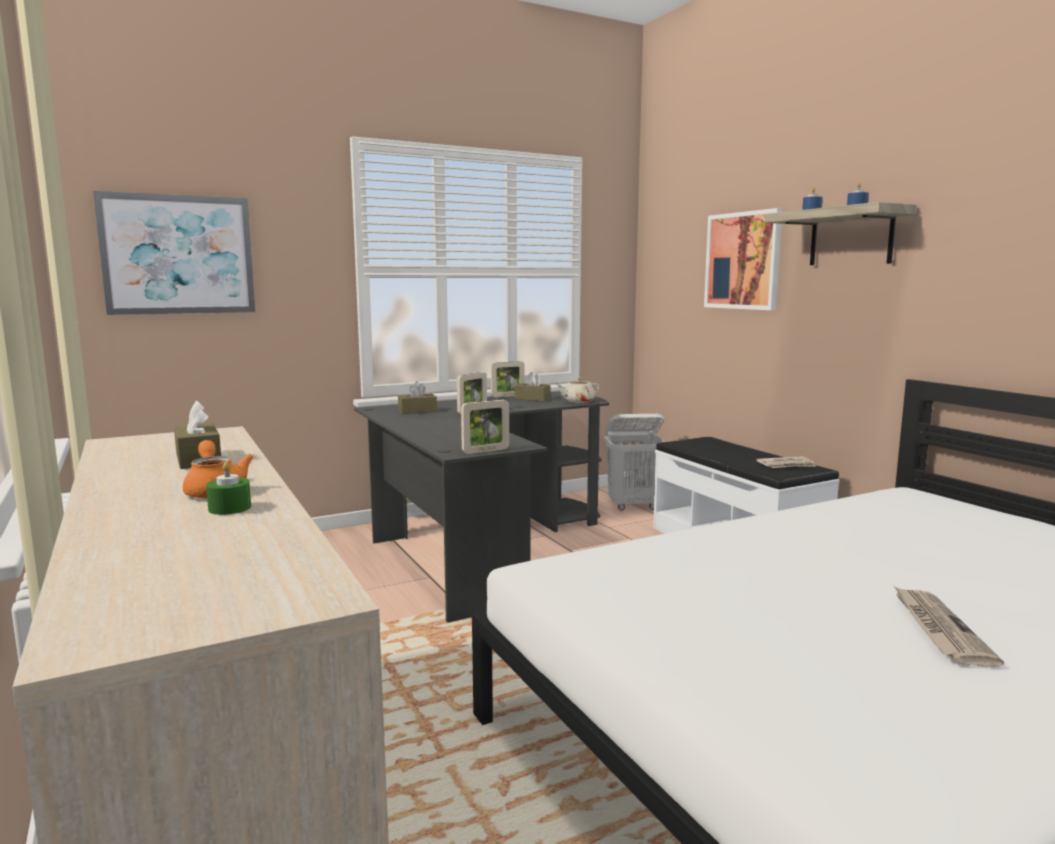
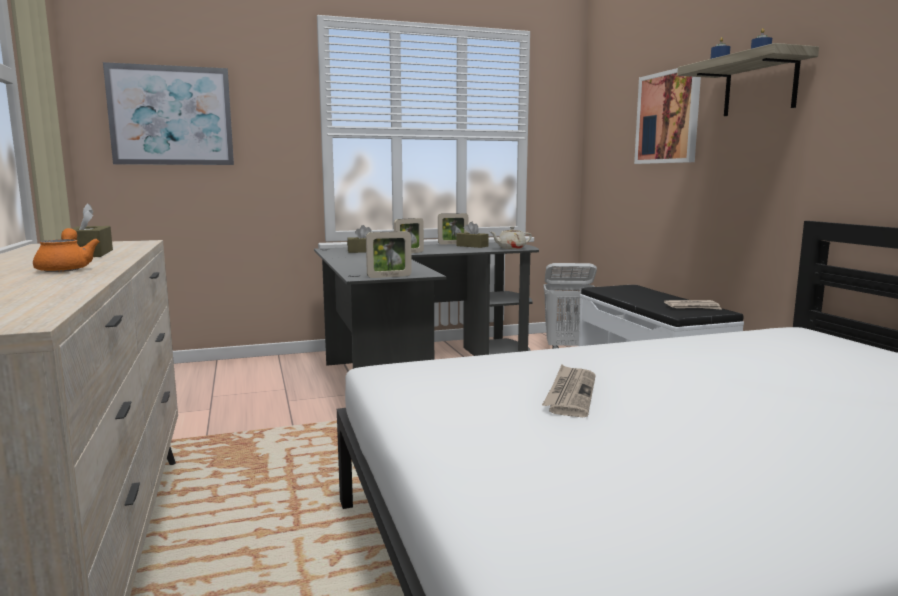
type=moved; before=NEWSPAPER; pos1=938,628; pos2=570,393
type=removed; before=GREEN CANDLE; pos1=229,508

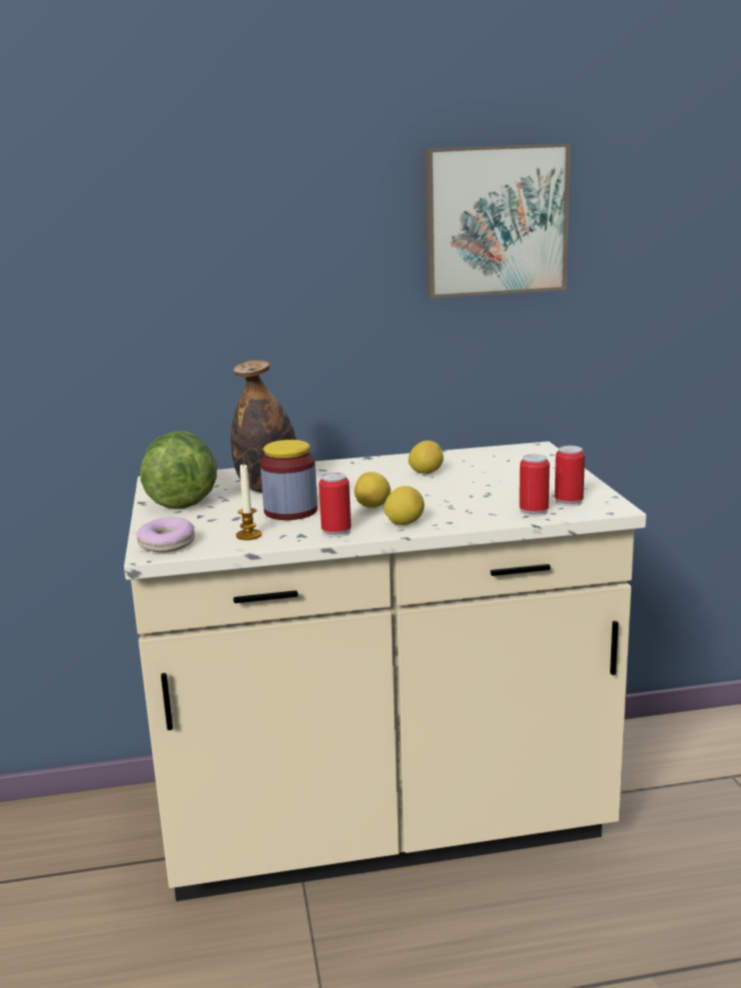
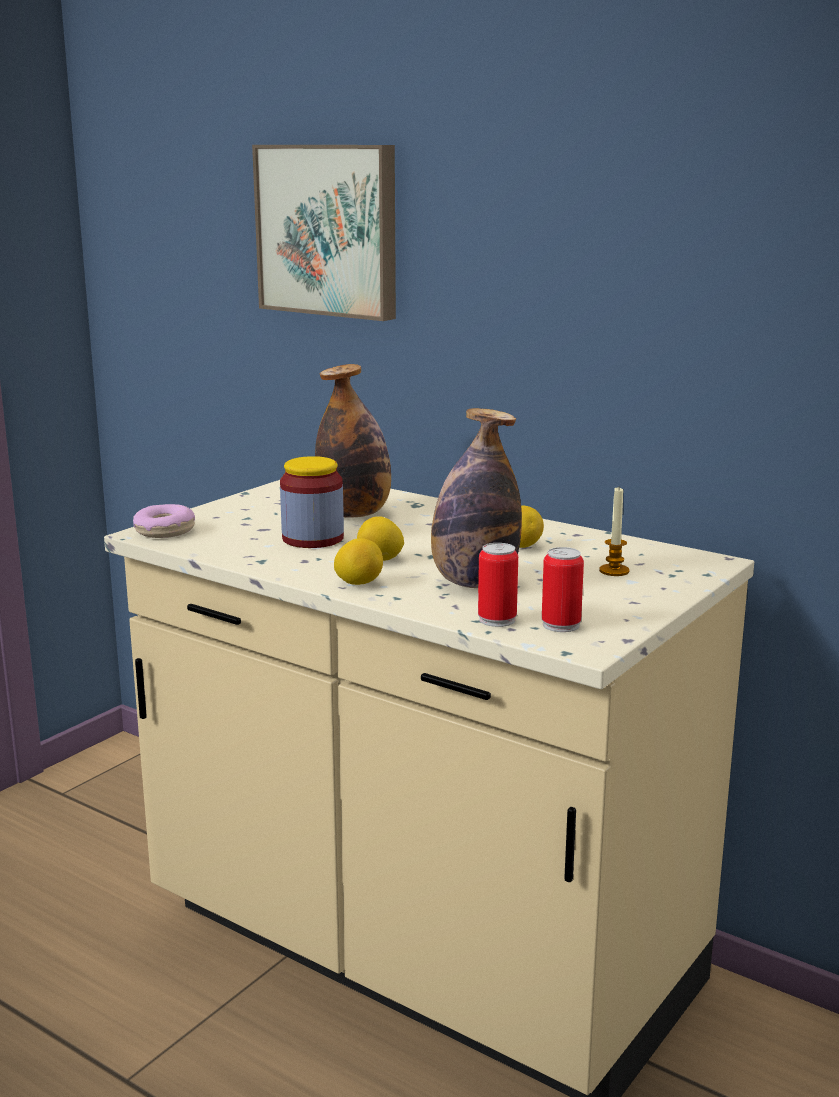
type=moved; before=PICTURE; pos1=494,220; pos2=329,230
type=added; after=BOTTLE; pos2=474,583
type=moved; before=CANDLE; pos1=249,535; pos2=614,571
type=removed; before=LETTUCE; pos1=181,499
type=removed; before=CAN; pos1=336,532

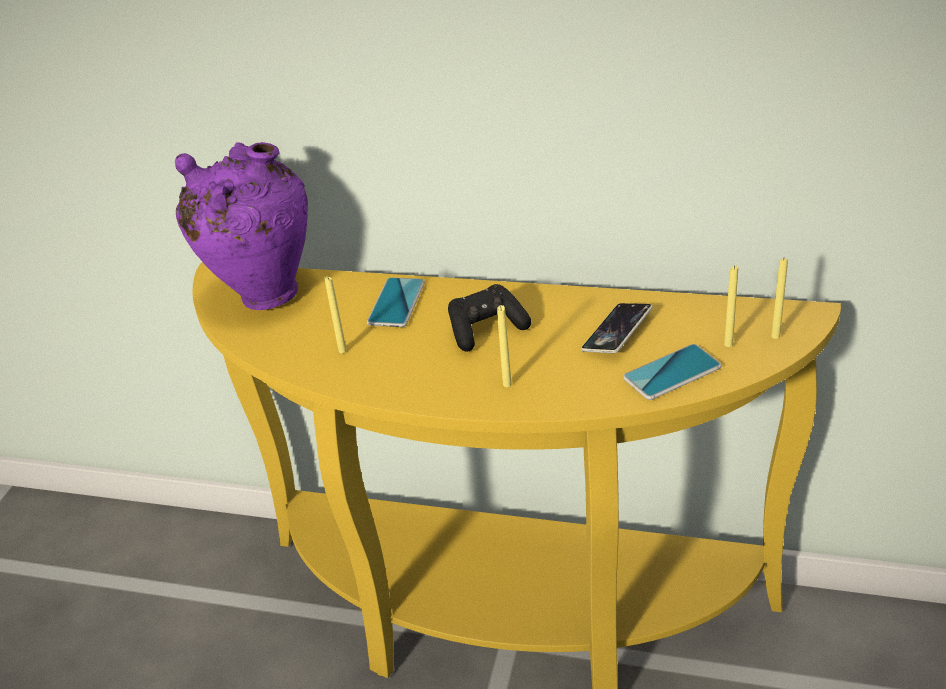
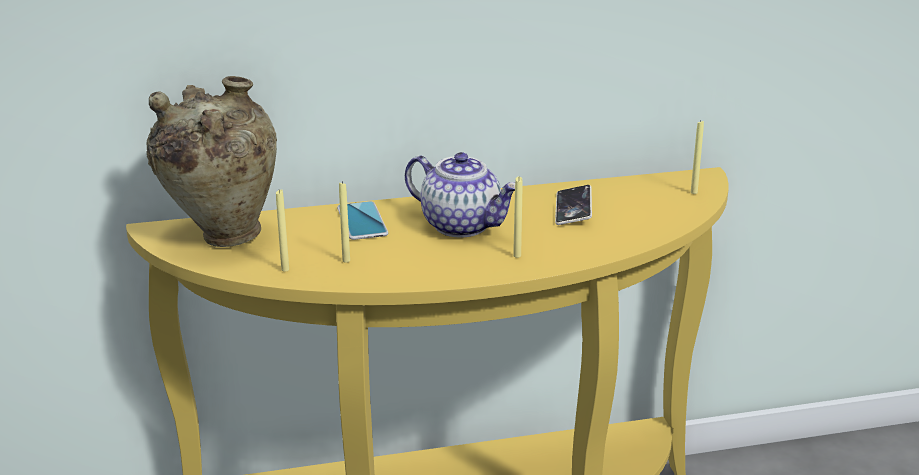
type=recoloured; before=PURPLE VASE; after=BEIGE VASE; pos1=264,294; pos2=222,235
type=moved; before=YELLOW CANDLE; pos1=728,344; pos2=285,269
type=replaced; before=BLACK GAME CONTROLLER; after=TEAPOT; pos1=486,329; pos2=462,225
type=removed; before=PHONE; pos1=672,373

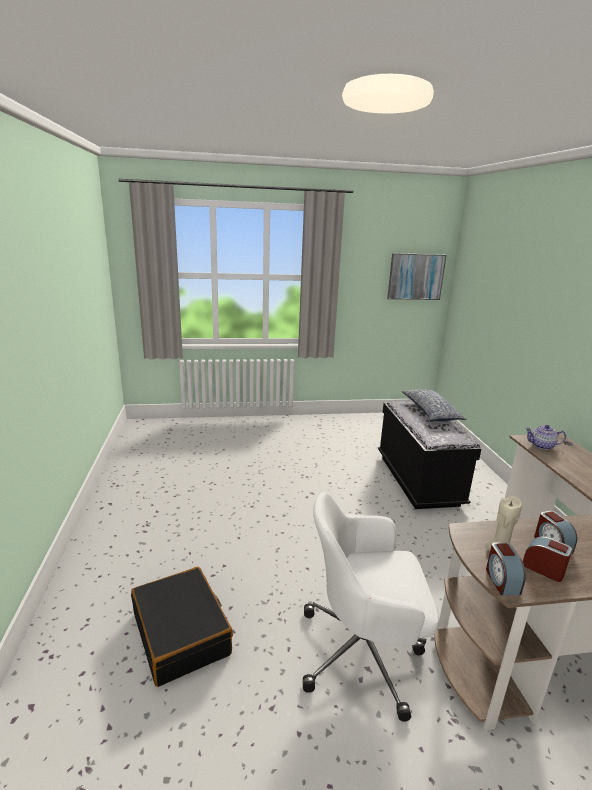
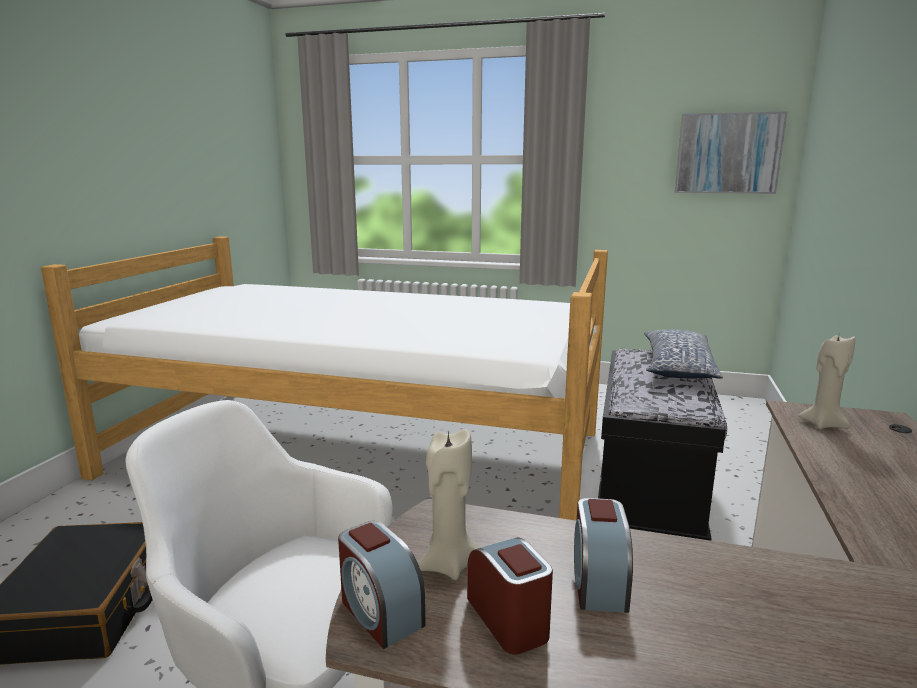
type=added; after=BED; pos2=359,452
type=turned; before=ALARM CLOCK; pos1=501,580; pos2=379,612; turn=-60
type=replaced; before=TEAPOT; after=BEIGE CANDLE; pos1=542,446; pos2=823,424

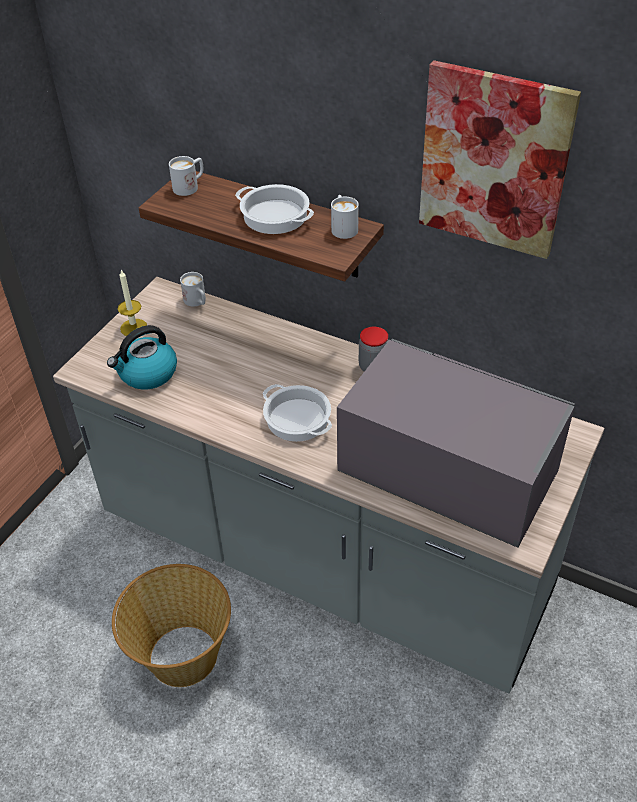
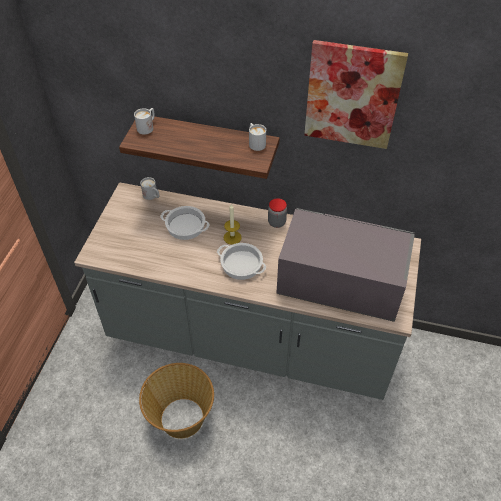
type=moved; before=COOKING POT; pos1=276,216; pos2=186,226
type=moved; before=CANDLE; pos1=133,327; pos2=232,237
type=removed; before=KETTLE; pos1=147,374

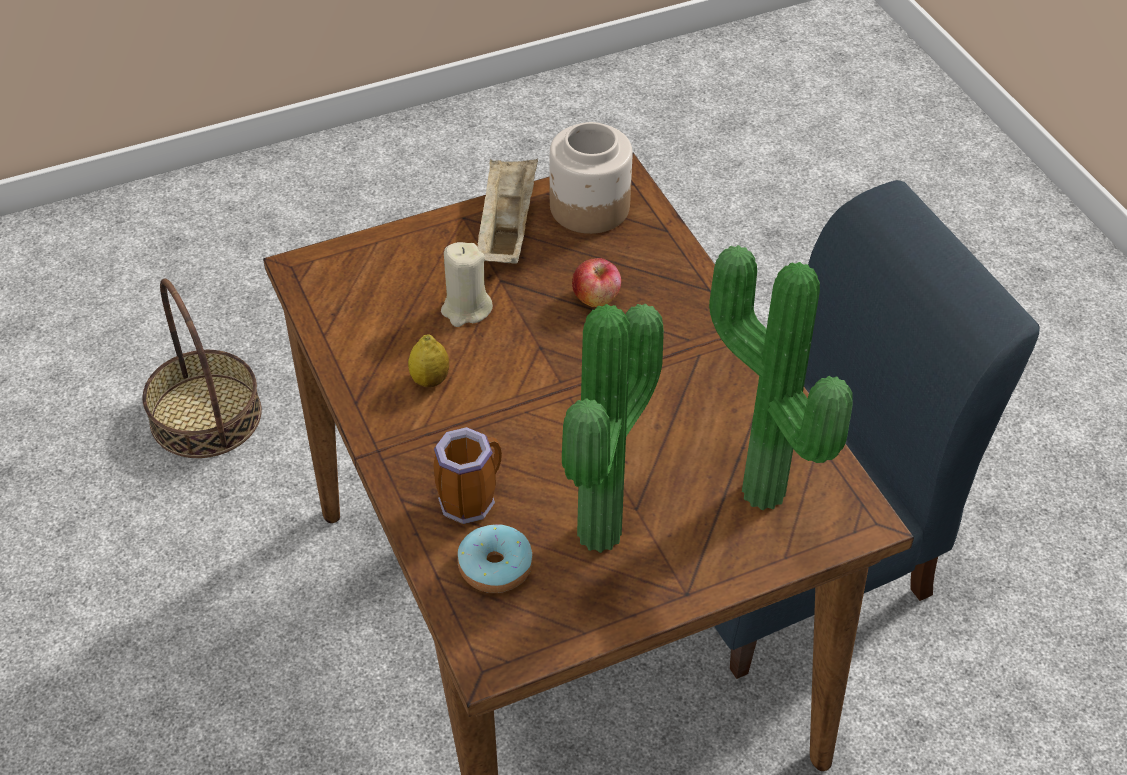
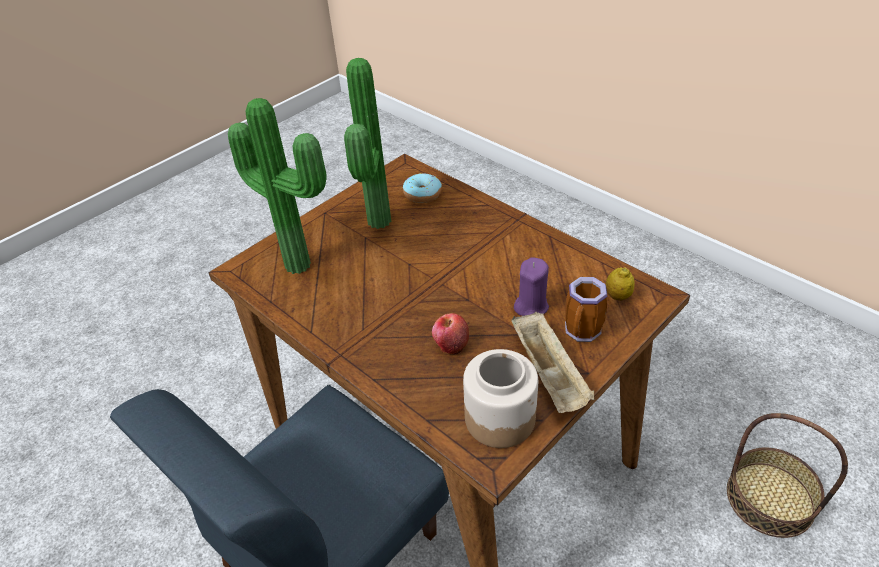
type=recoloured; before=BEIGE CANDLE; after=PURPLE CANDLE; pos1=466,309; pos2=531,306
type=moved; before=MUG; pos1=470,498; pos2=583,333
type=moved; before=LEMON; pos1=430,380; pos2=617,296

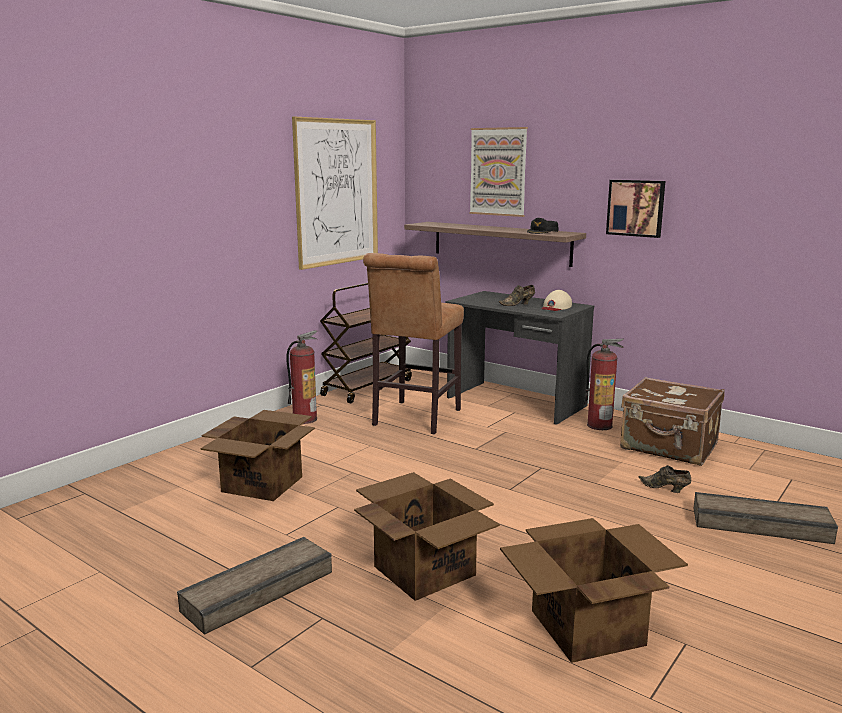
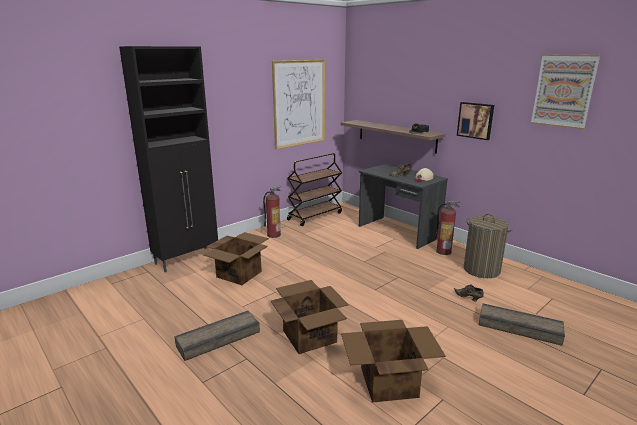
type=added; after=BLACK CABINET; pos2=187,259
type=replaced; before=BROWN SUITCASE; after=LAUNDRY BASKET; pos1=669,447; pos2=481,270
type=moved; before=PICTURE; pos1=498,172; pos2=563,91
type=removed; before=BROWN STOOL; pos1=414,419

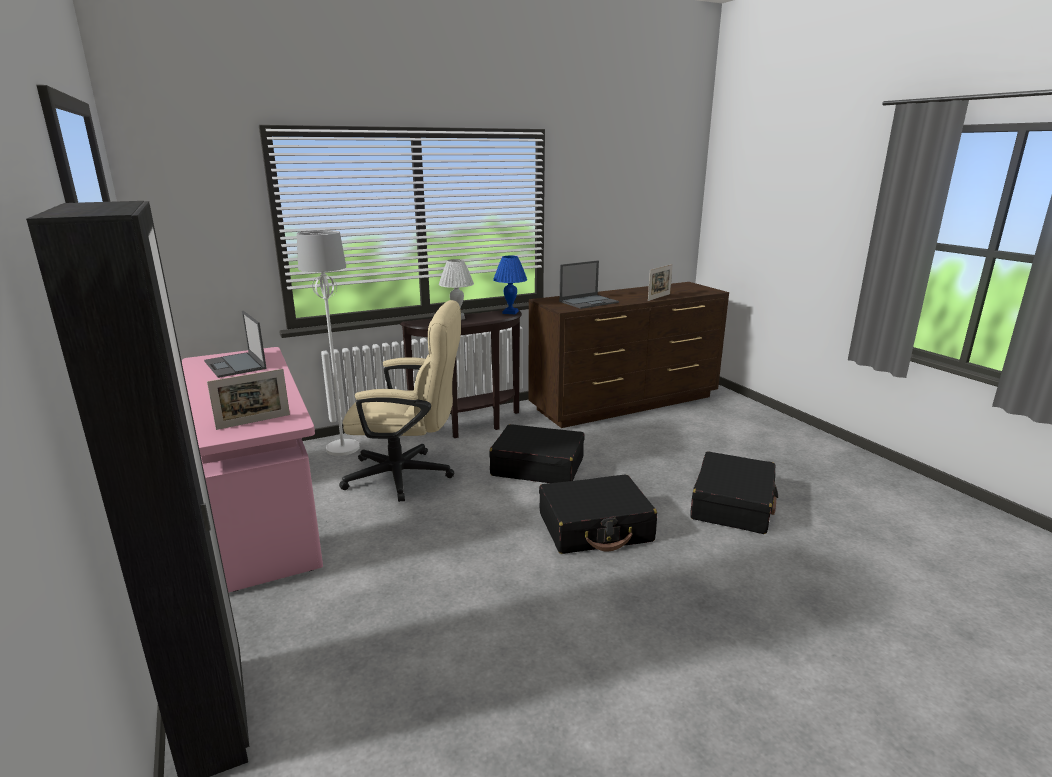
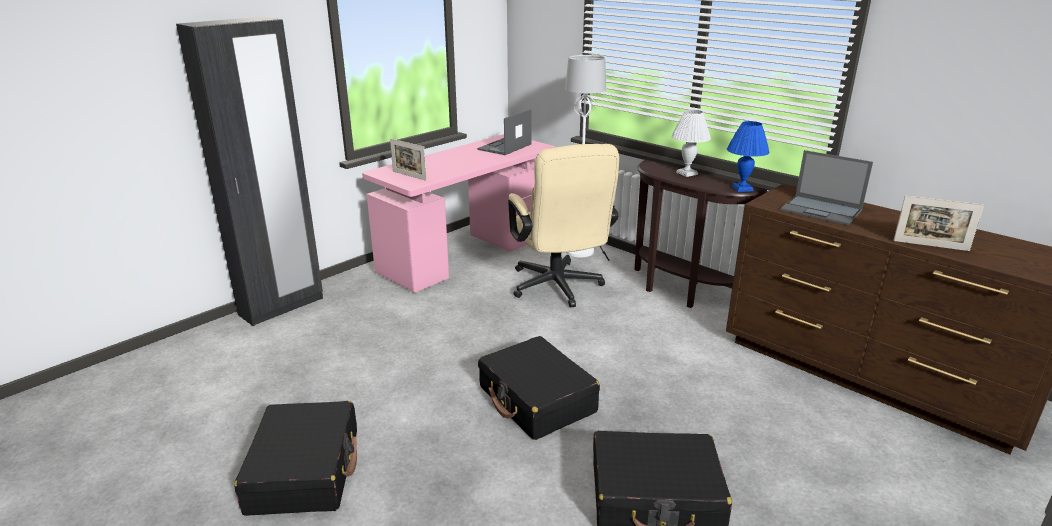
type=moved; before=BLACK SUITCASE; pos1=537,466; pos2=305,471

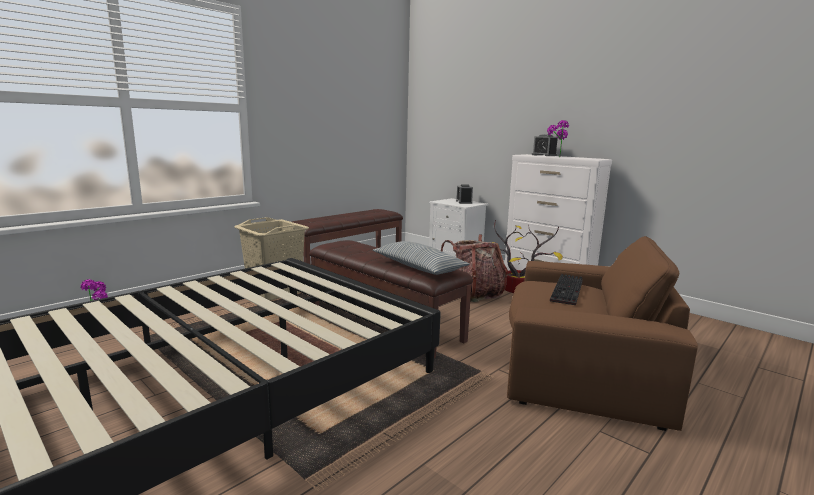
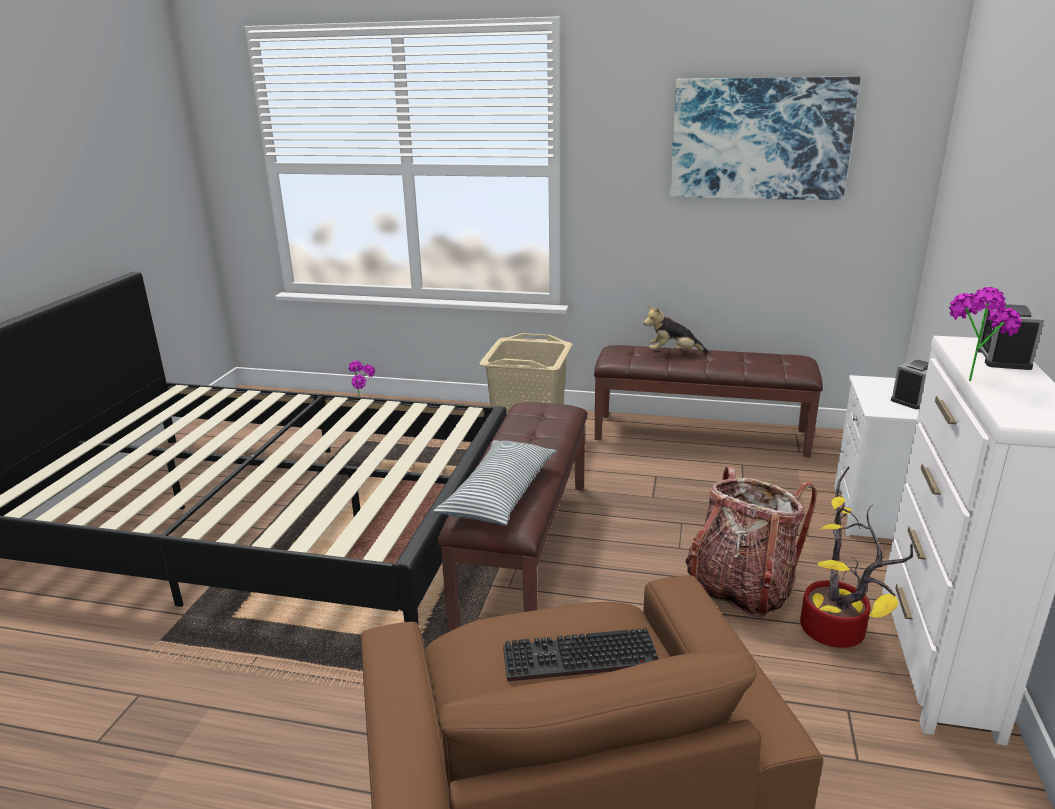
type=added; after=PLUSH TOY; pos2=673,353
type=added; after=PICTURE; pos2=759,139

